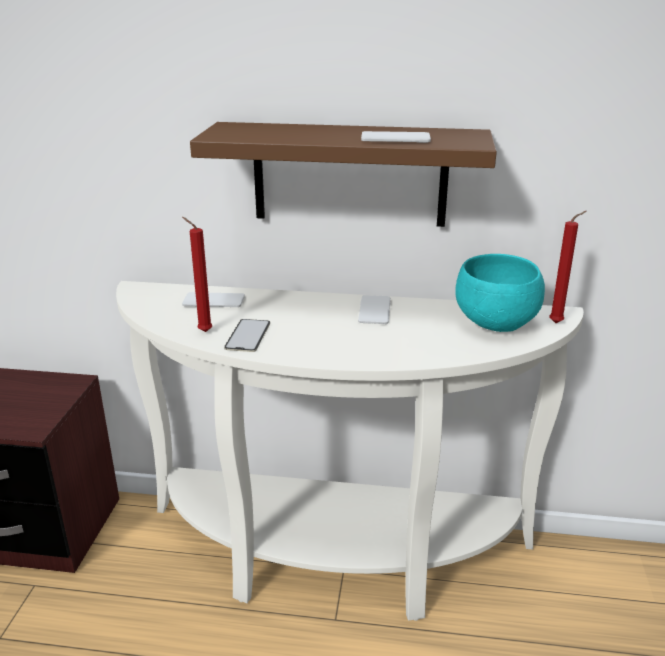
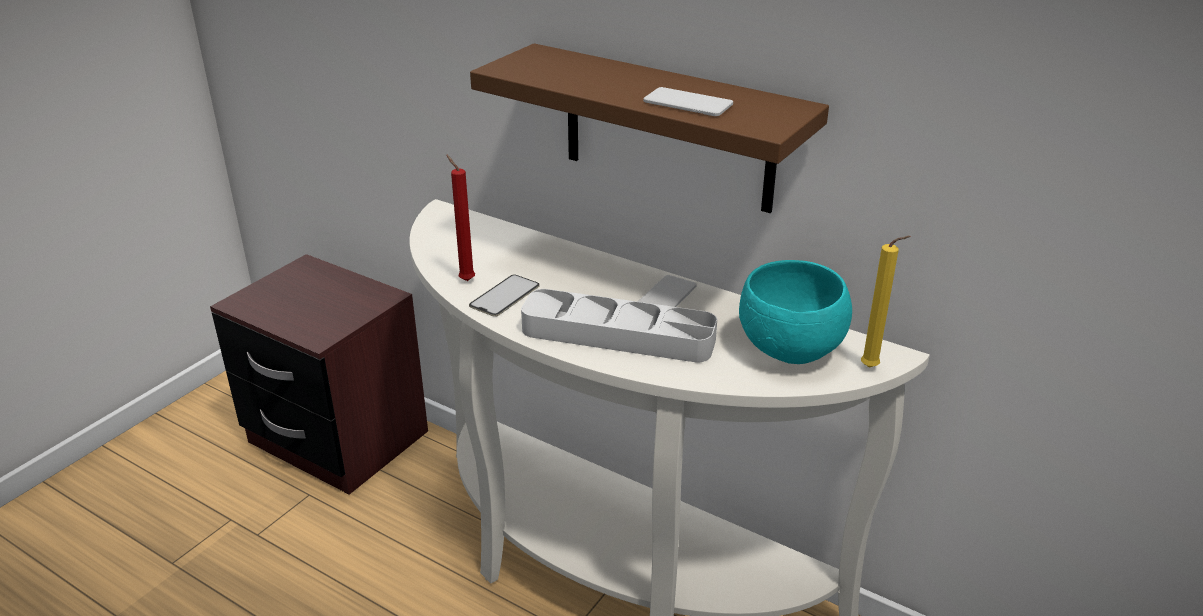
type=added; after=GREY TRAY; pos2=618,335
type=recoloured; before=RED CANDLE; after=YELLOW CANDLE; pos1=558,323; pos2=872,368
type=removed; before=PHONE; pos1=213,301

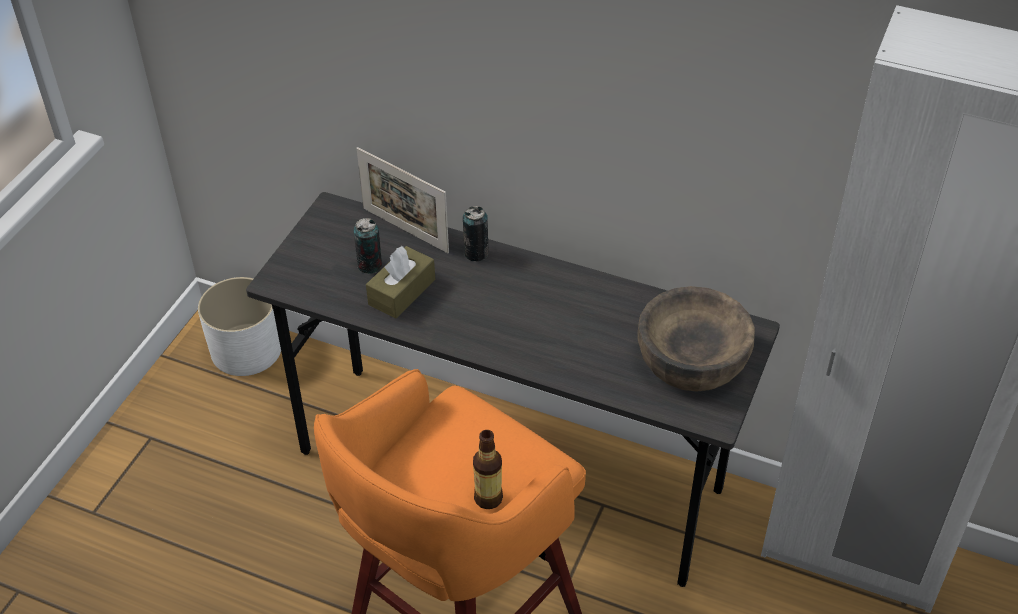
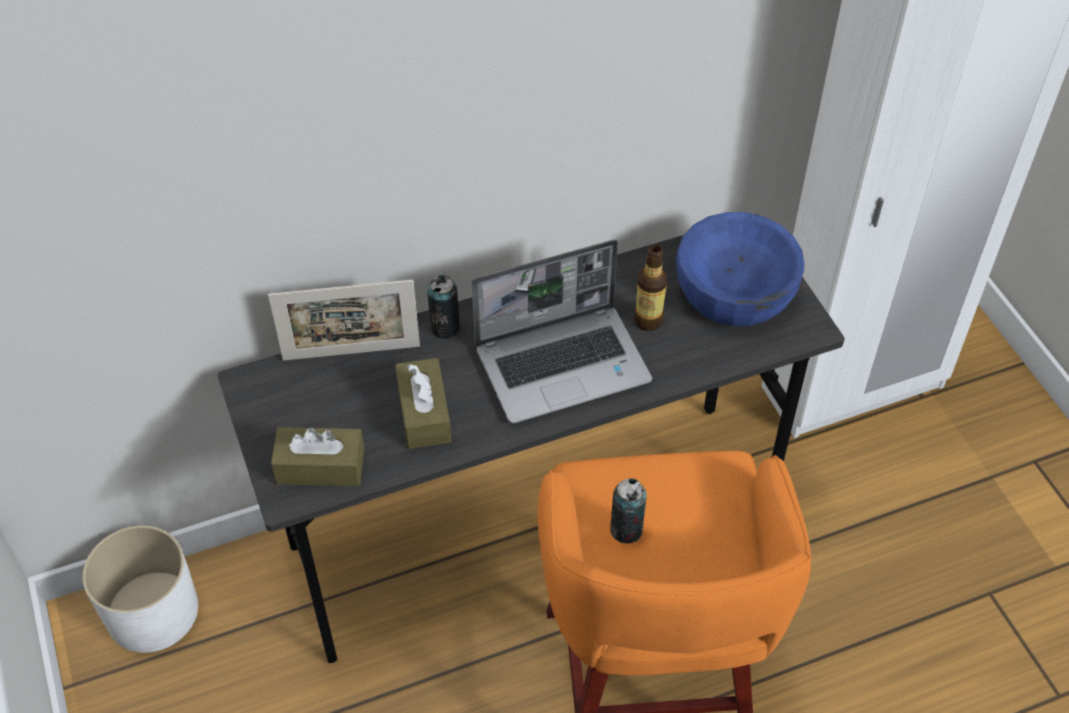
type=added; after=BROWN TISSUE BOX; pos2=320,467
type=added; after=LAPTOP; pos2=564,364
type=moved; before=CAN; pos1=370,265; pos2=626,530
type=moved; before=BOTTLE; pos1=488,498; pos2=648,321
type=recoloured; before=BROWN BOWL; after=BLUE BOWL; pos1=692,360; pos2=735,292

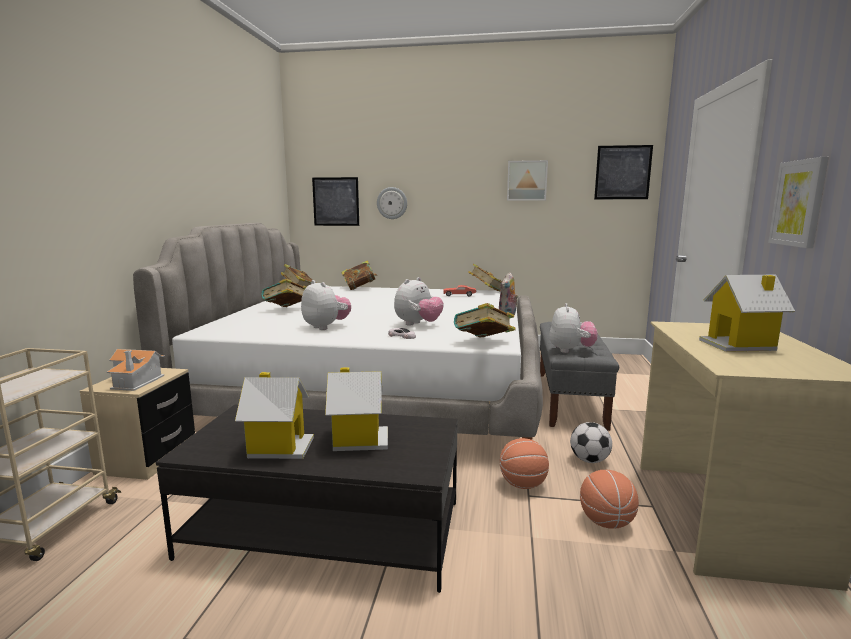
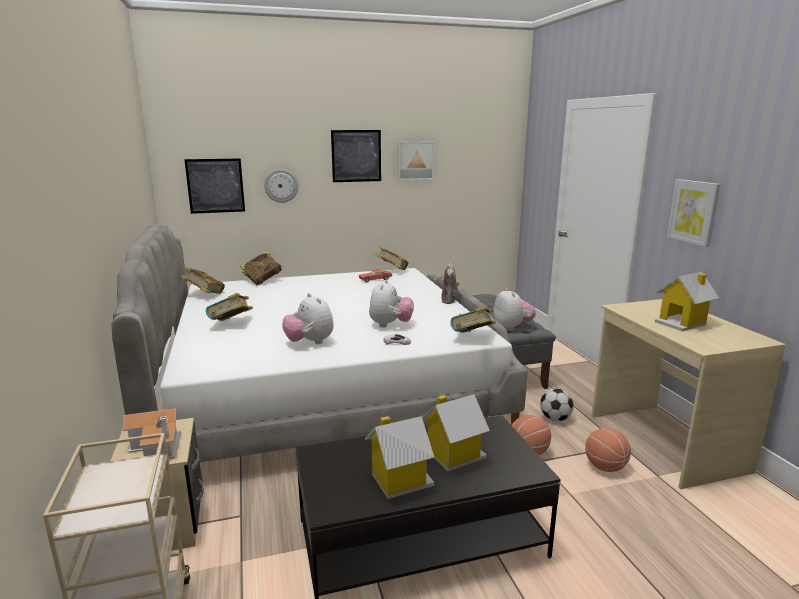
type=turned; before=PLUSH TOY; pos1=326,327; pos2=310,342; turn=-150
type=moved; before=PICTURE; pos1=623,172; pos2=356,156

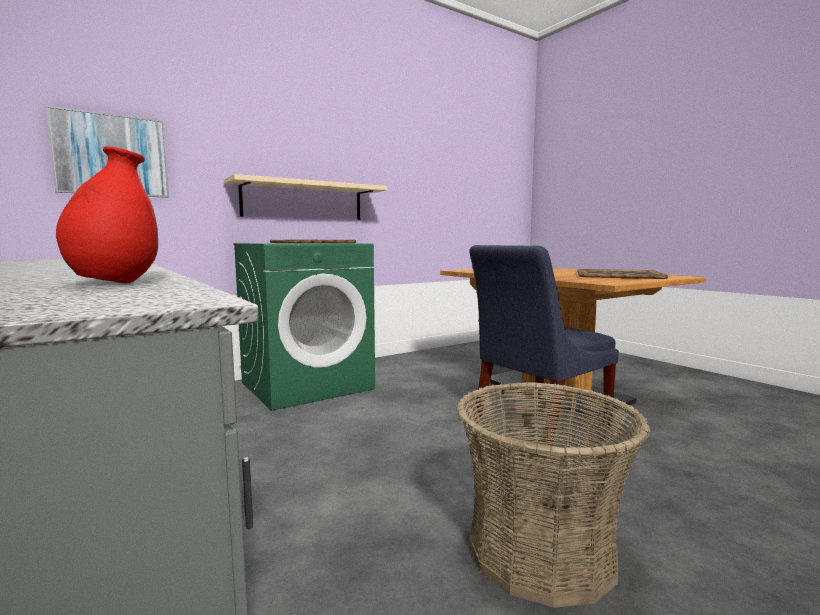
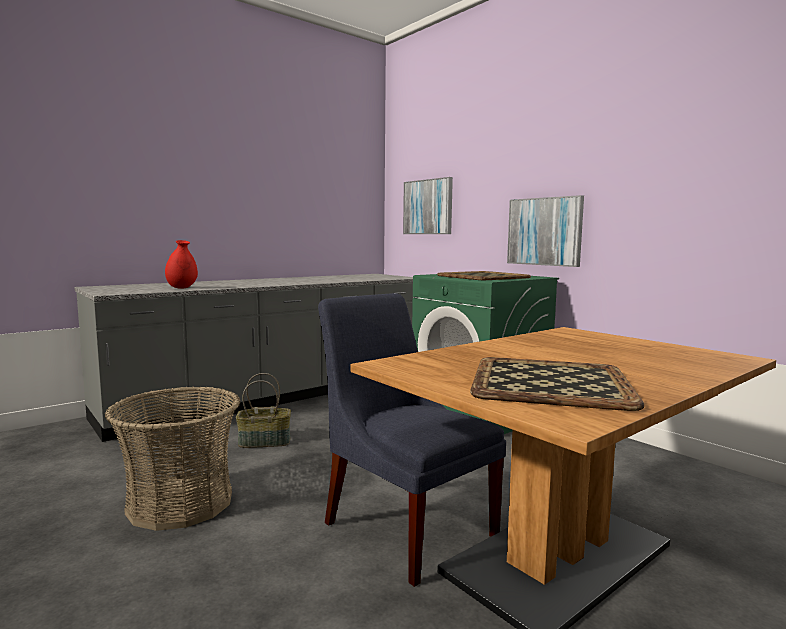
type=added; after=BASKET; pos2=265,441
type=replaced; before=BEIGE SHELF; after=PICTURE; pos1=303,201; pos2=544,231

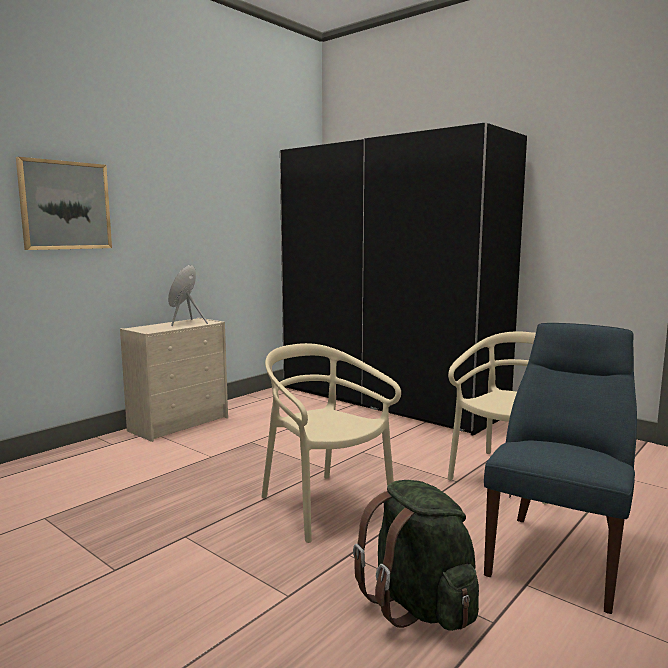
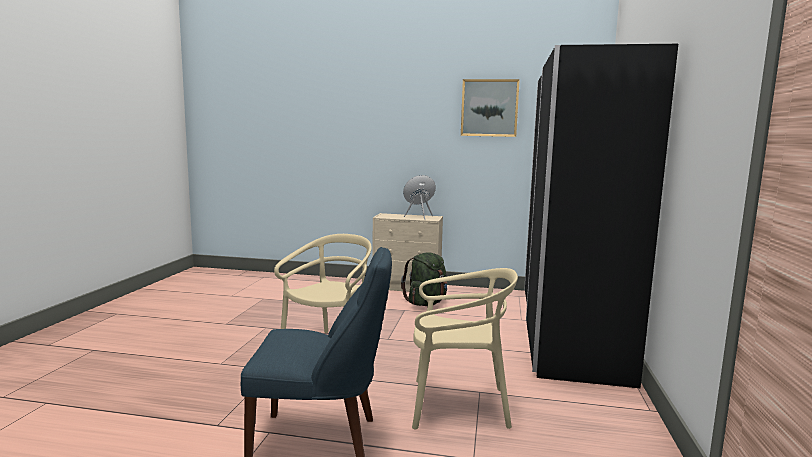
type=moved; before=GREEN BACKPACK; pos1=419,604; pos2=426,303
type=moved; before=PICTURE; pos1=65,205; pos2=489,108

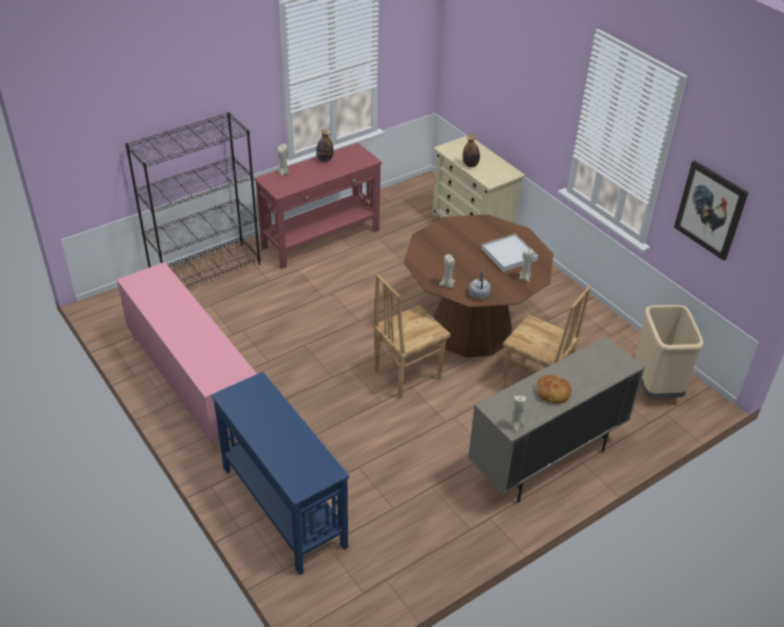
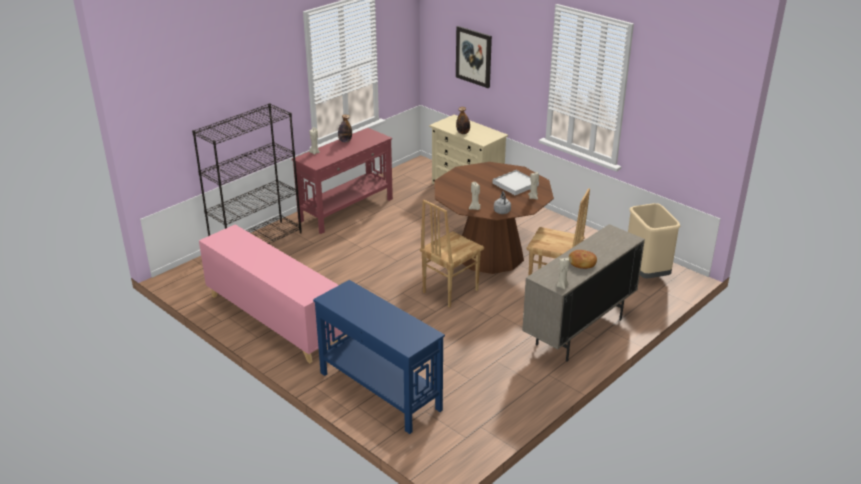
type=moved; before=PICTURE; pos1=710,210; pos2=473,56

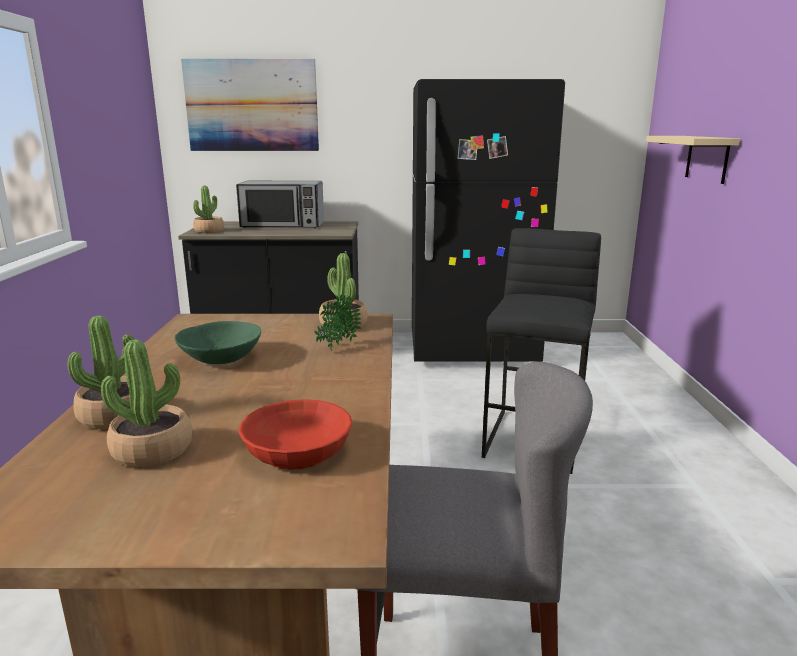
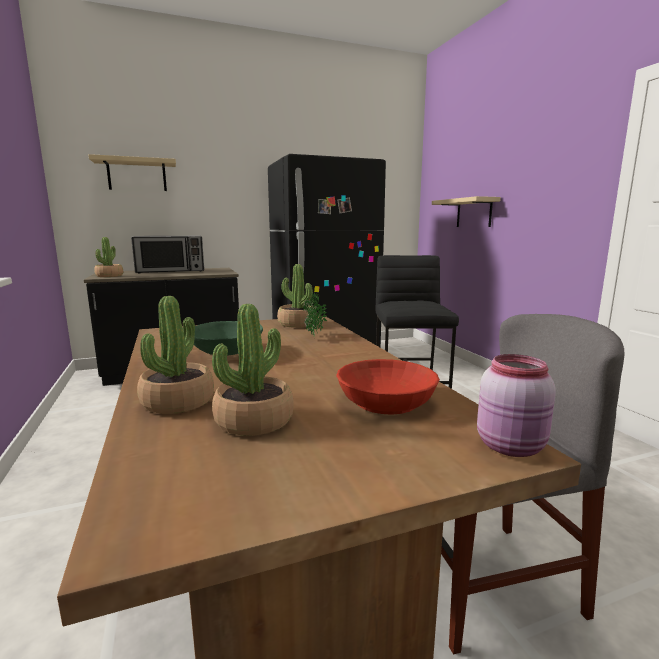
type=replaced; before=PICTURE; after=BEIGE SHELF; pos1=252,106; pos2=137,175
type=added; after=PINK JAR; pos2=512,447

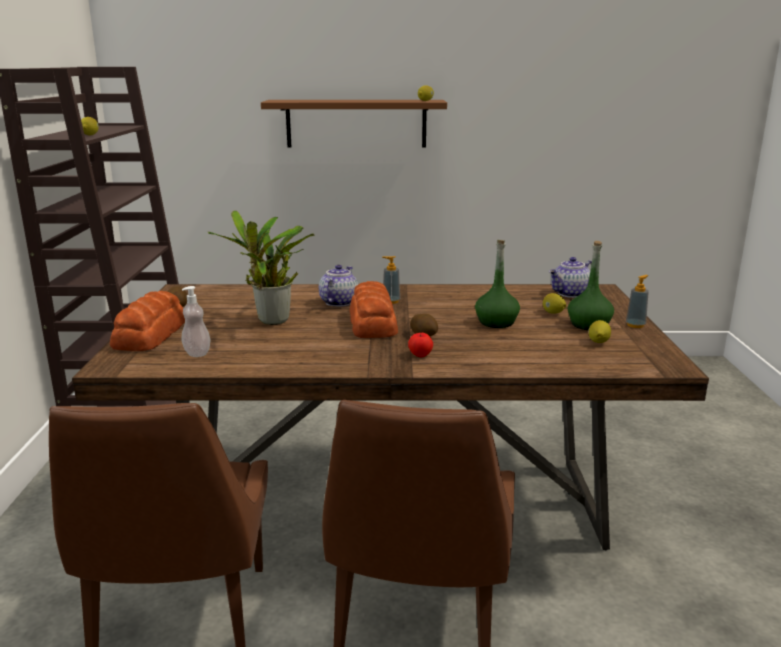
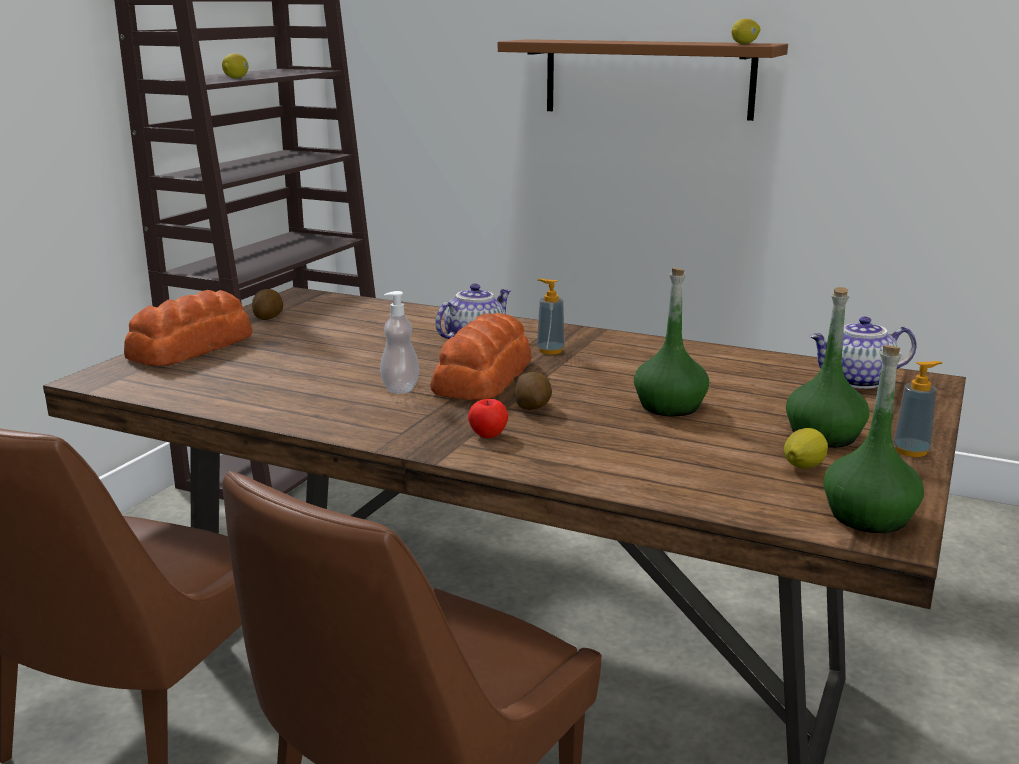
type=moved; before=SOAP DISPENSER; pos1=197,353; pos2=400,388
type=added; after=GREEN BOTTLE; pos2=868,517
type=removed; before=POTTED PLANT; pos1=271,322
type=removed; before=LEMON; pos1=553,313

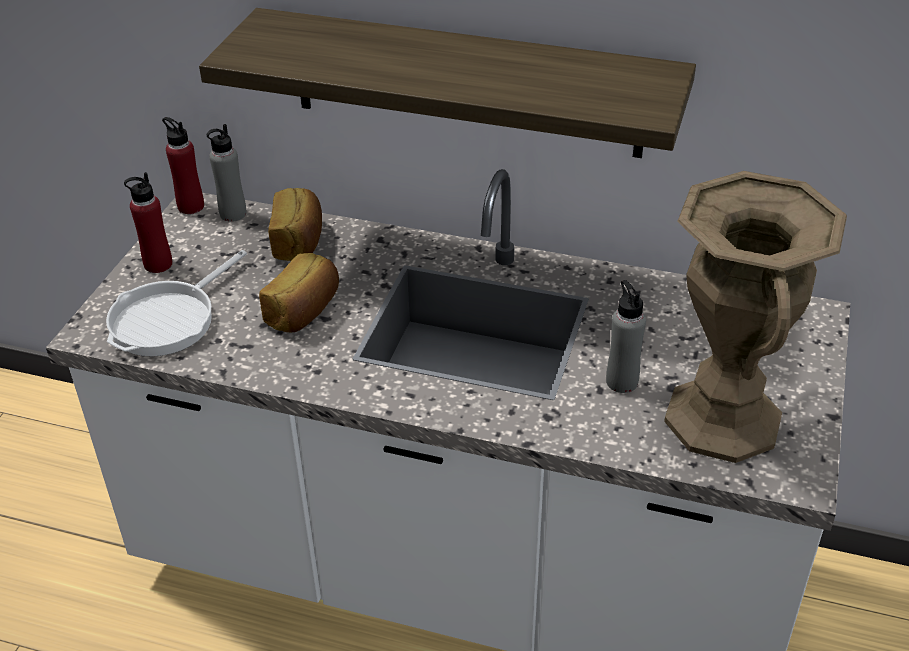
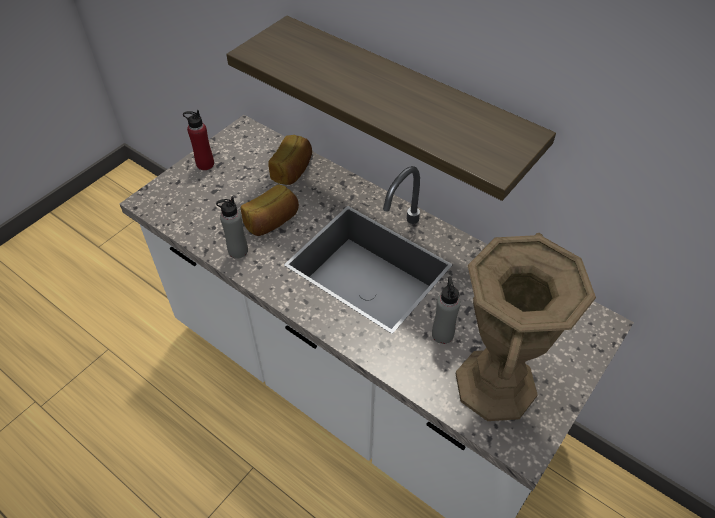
type=moved; before=GREY BOTTLE; pos1=233,214; pos2=238,251
type=removed; before=FRYING PAN; pos1=169,319
type=removed; before=RED BOTTLE; pos1=191,206

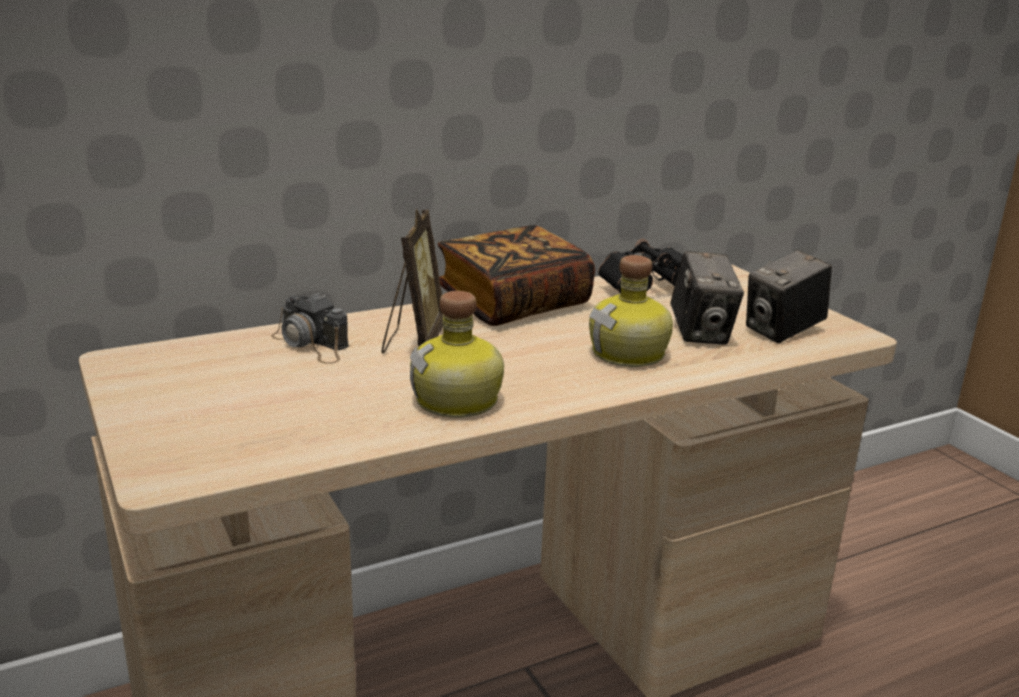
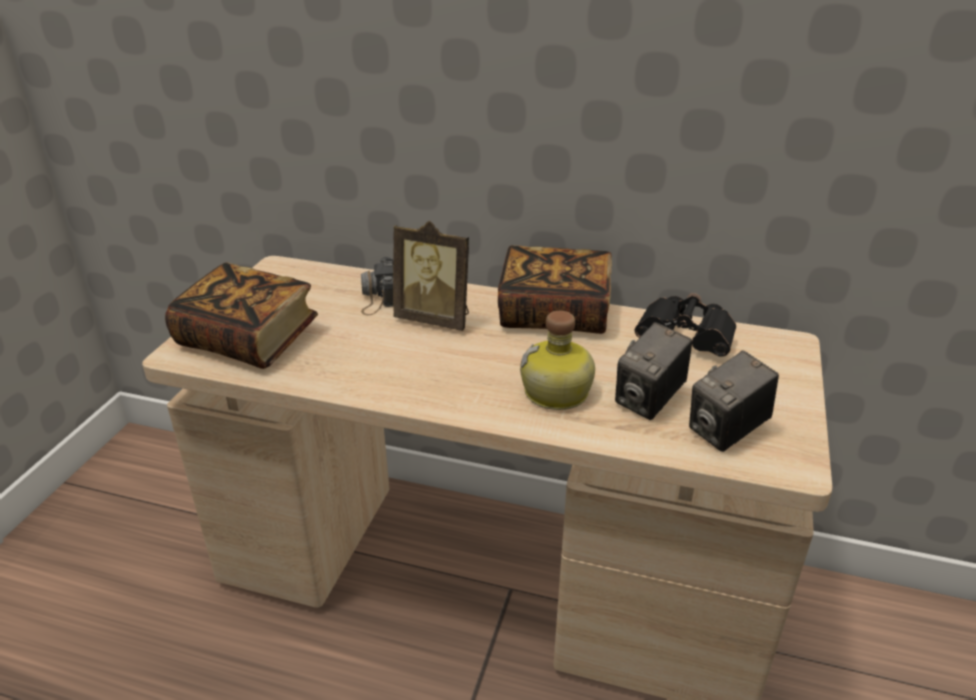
type=added; after=BOOK; pos2=248,339
type=turned; before=PICTURE FRAME; pos1=413,342; pos2=435,319; turn=60
type=turned; before=PHOTO CAMERA; pos1=783,332; pos2=726,432; turn=-45
type=removed; before=BOTTLE; pos1=459,402

